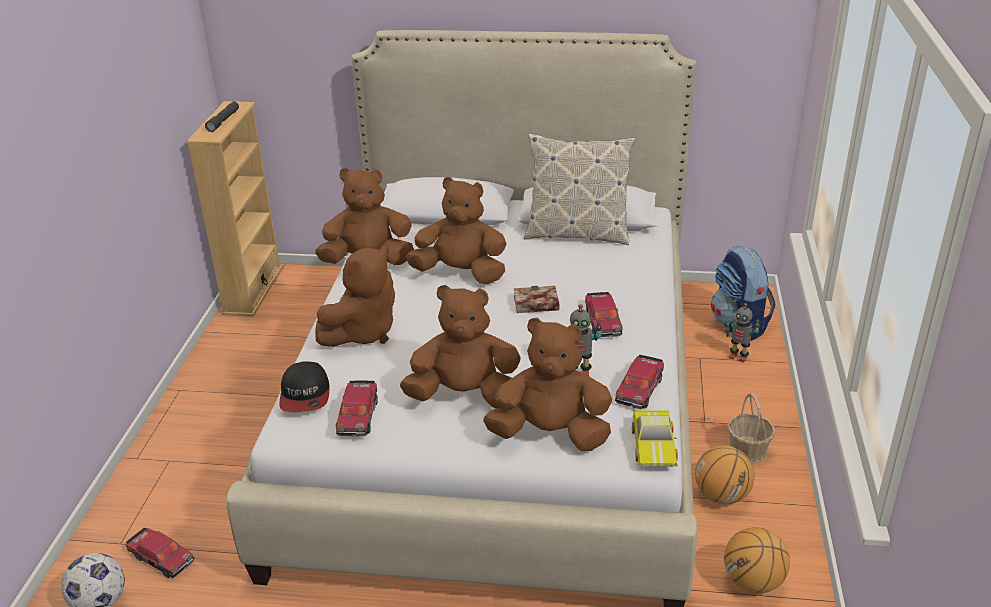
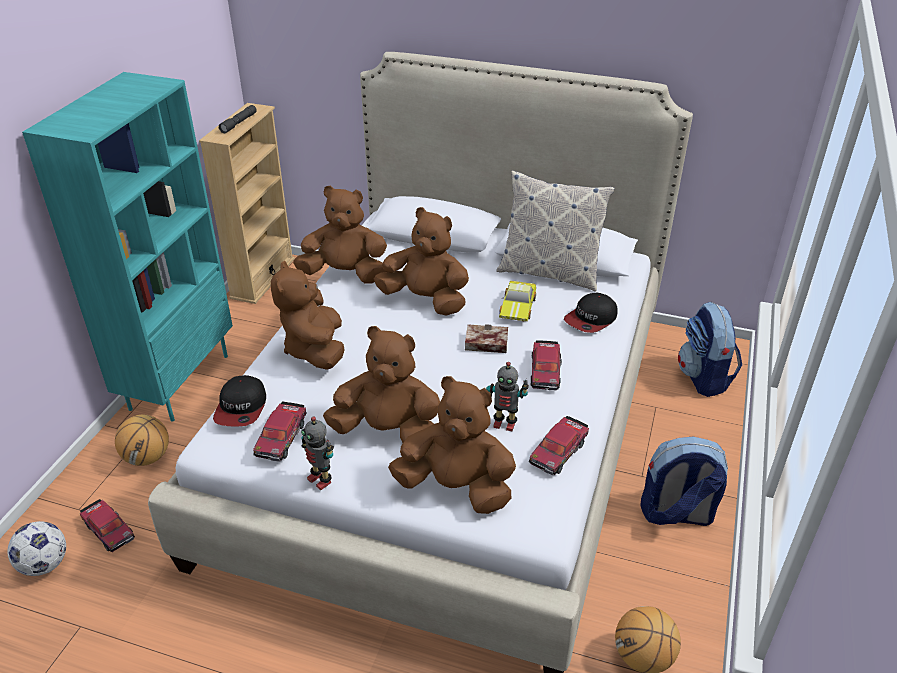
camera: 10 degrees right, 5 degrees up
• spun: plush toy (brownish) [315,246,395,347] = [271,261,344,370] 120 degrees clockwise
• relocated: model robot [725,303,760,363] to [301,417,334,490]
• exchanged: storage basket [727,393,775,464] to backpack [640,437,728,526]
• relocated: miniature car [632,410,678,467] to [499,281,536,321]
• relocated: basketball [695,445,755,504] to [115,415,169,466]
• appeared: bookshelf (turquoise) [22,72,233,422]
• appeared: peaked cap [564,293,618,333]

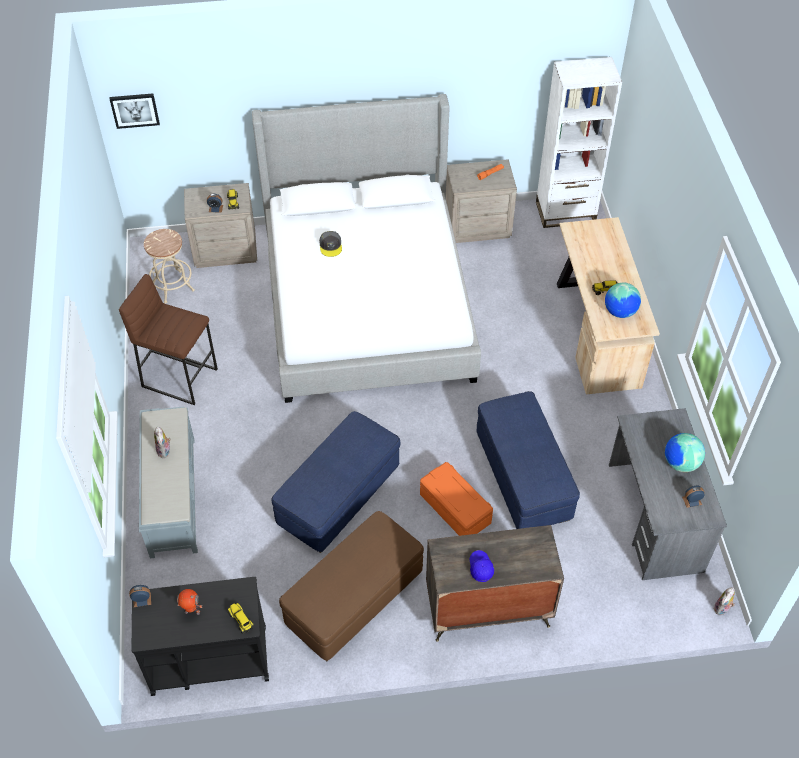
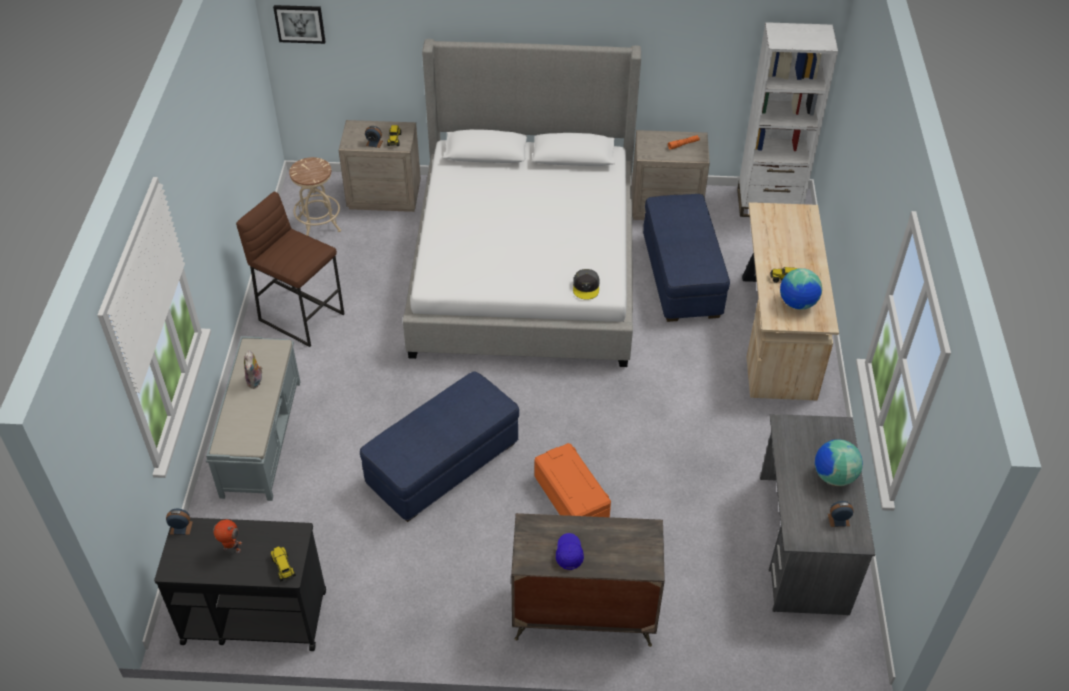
camera: 10 degrees right, 5 degrees down
• relocated: peaked cap (grey) [319,231,342,257] to [573,269,600,300]
• relocated: ottoman (blue-coloured) [477,391,580,529] to [643,194,730,322]
• missing: ottoman (brownish) [279,511,424,661]
• missing: plush toy [713,587,735,615]

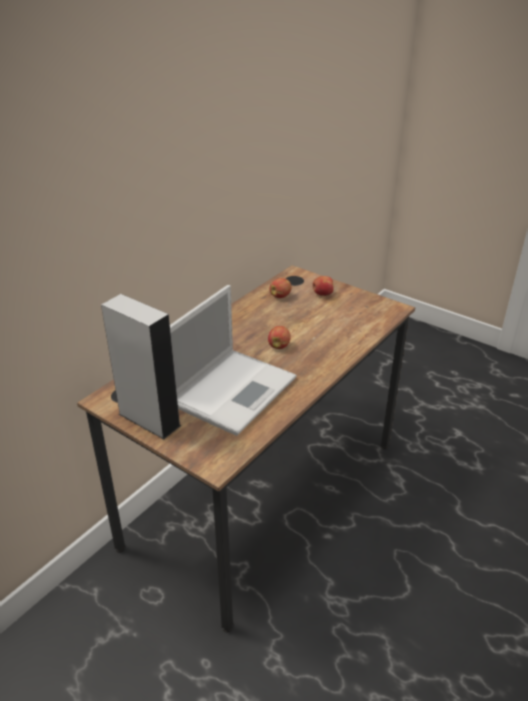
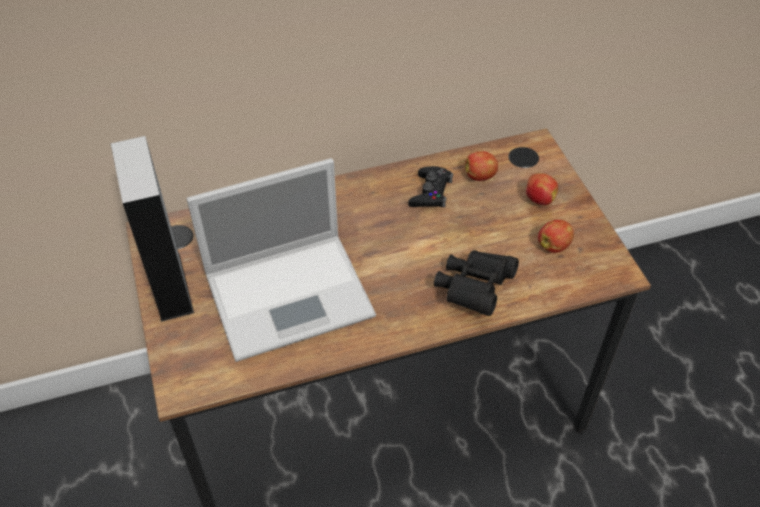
camera: 35 degrees right, 15 degrees up
• relocated: whole apple [268,326,291,349] to [538,220,574,253]
• appeared: game controller (black-coloured) [408,166,453,207]
• appeared: pair of binoculars (black-coloured) [434,250,519,316]

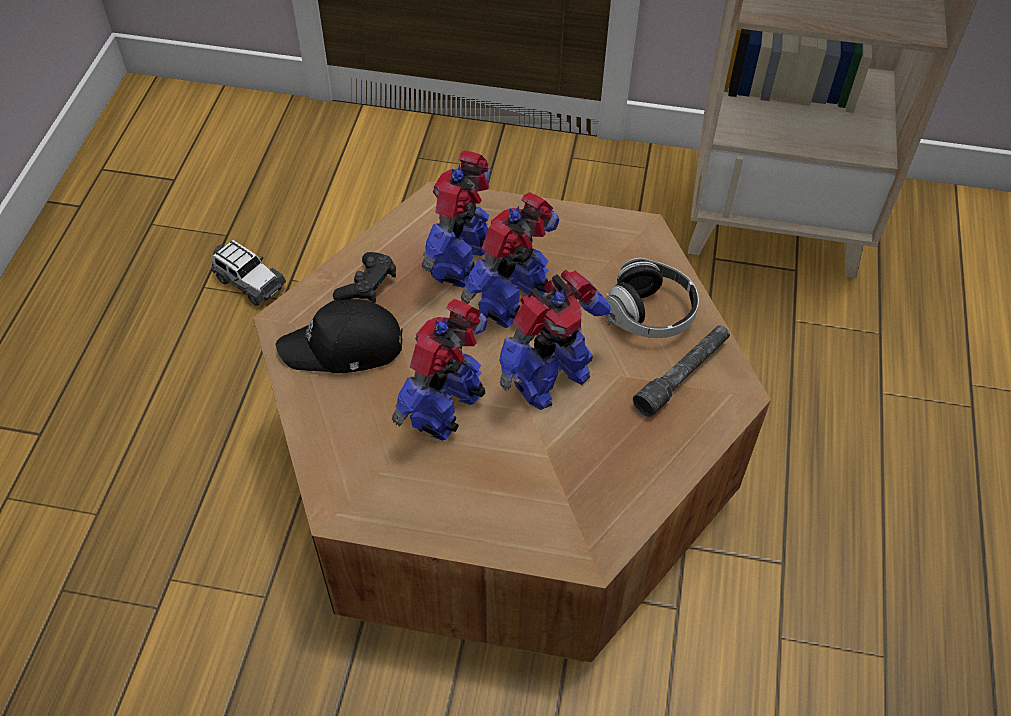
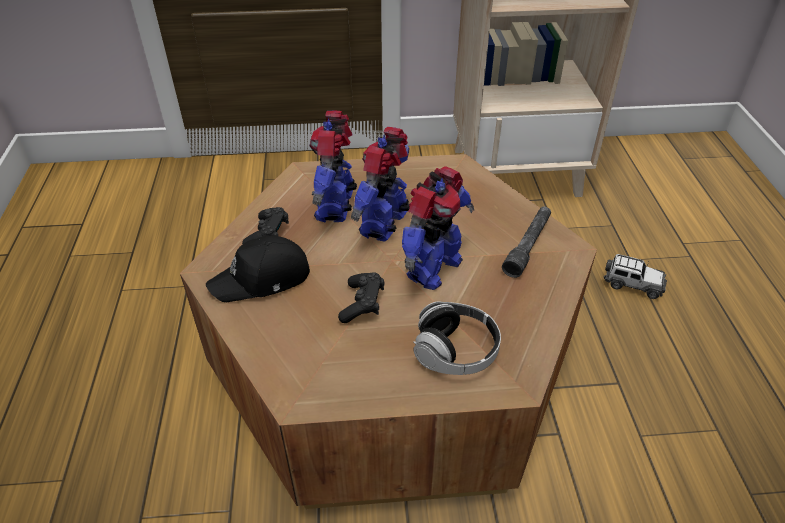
camera: 15 degrees left, 10 degrees down
• relocated: miniature car [211,240,286,306] to [604,254,667,299]
• relocated: pair of headphones [605,258,699,338] to [414,301,501,375]
• exchanged: model robot [392,299,488,441] to game controller (black-coloured) [338,272,384,323]

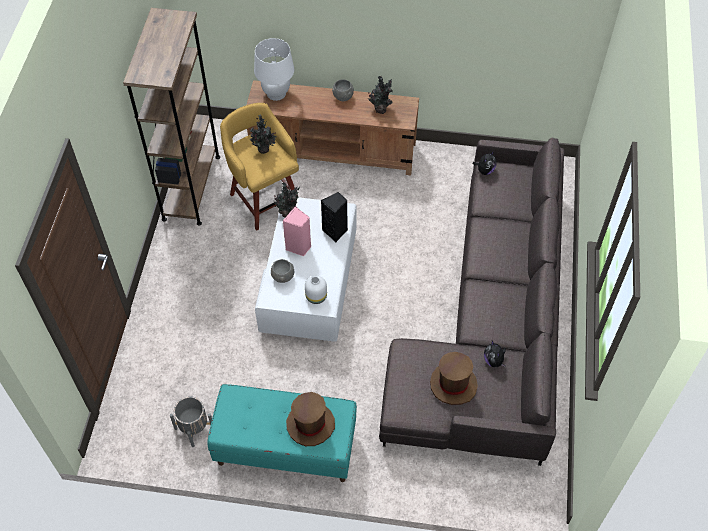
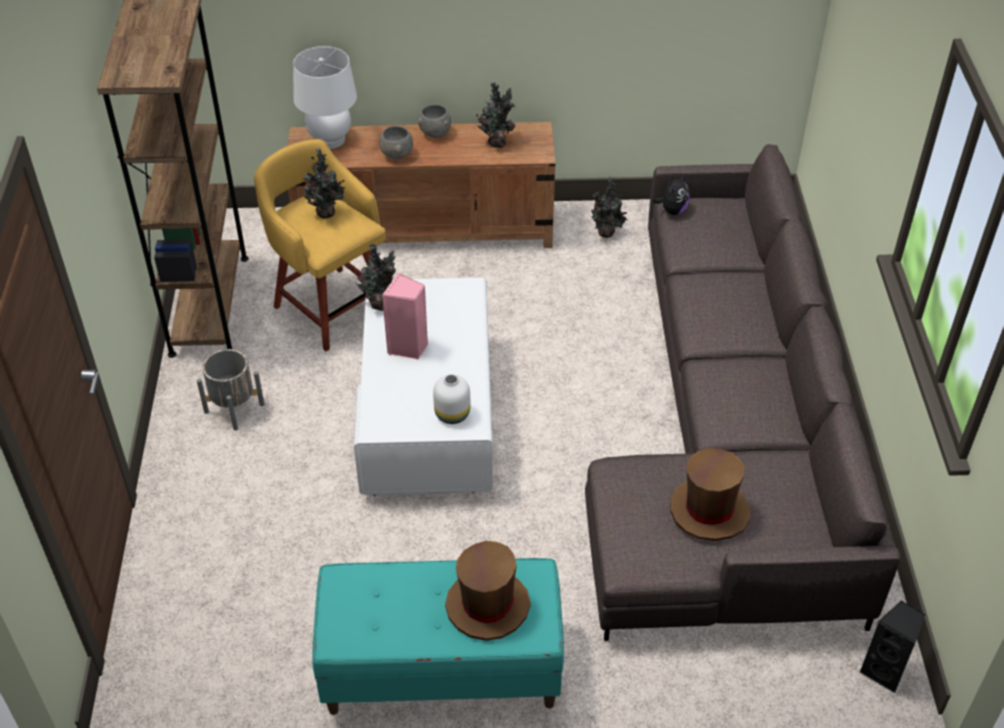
camera: 10 degrees left, 10 degrees down
• relocated: loudspeaker (black-coloured) [321,192,348,242] to [860,601,925,693]
• relocated: bowl (grey) [271,259,294,283] to [379,126,413,159]
• missing: plush toy [484,341,506,367]
• relocated: flower pot (grey) [170,396,212,447] to [197,349,265,431]
• appeared: plant in a pot [591,176,627,238]

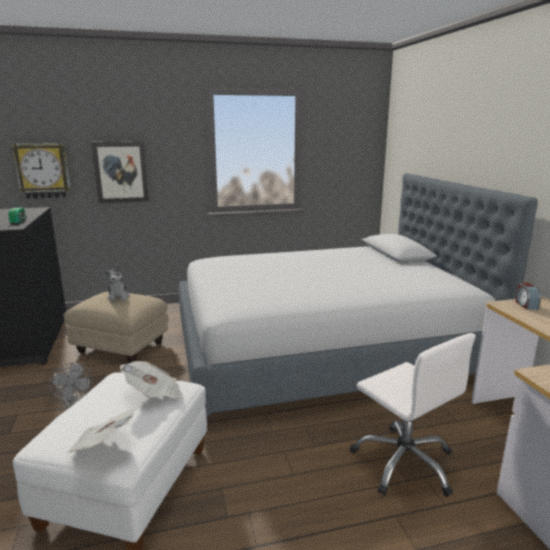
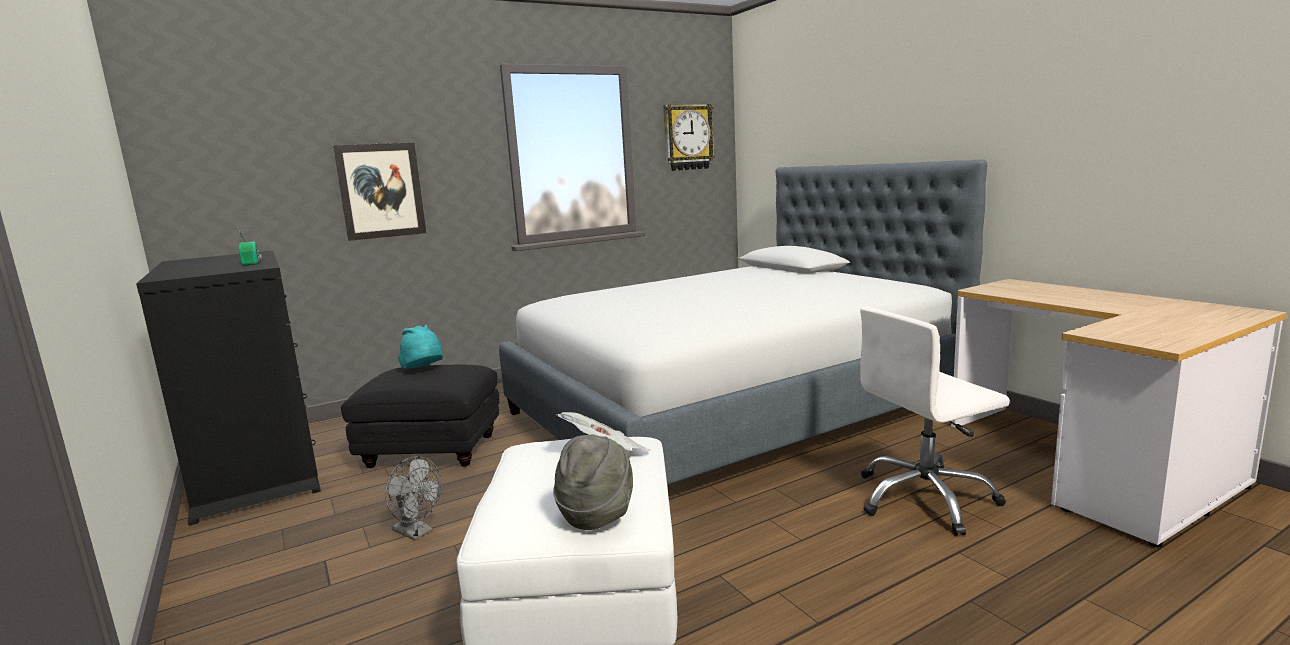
camera: 15 degrees left, 5 degrees down
• relocated: hanging clock [12,143,71,199] to [663,104,715,171]
• exchanged: plush toy [103,265,130,302] to hat (turquoise) [398,325,443,368]
• missing: bedside clock [515,283,541,310]
• colour: ottoman (beige) [64,291,168,363] to ottoman (black-coloured) [341,365,499,468]
• spun: desk chair (whitish) [350,333,476,497] = [860,307,1010,536] 120 degrees clockwise
• exchanged: printed paper [66,408,137,453] to hat (grey) [553,435,633,530]

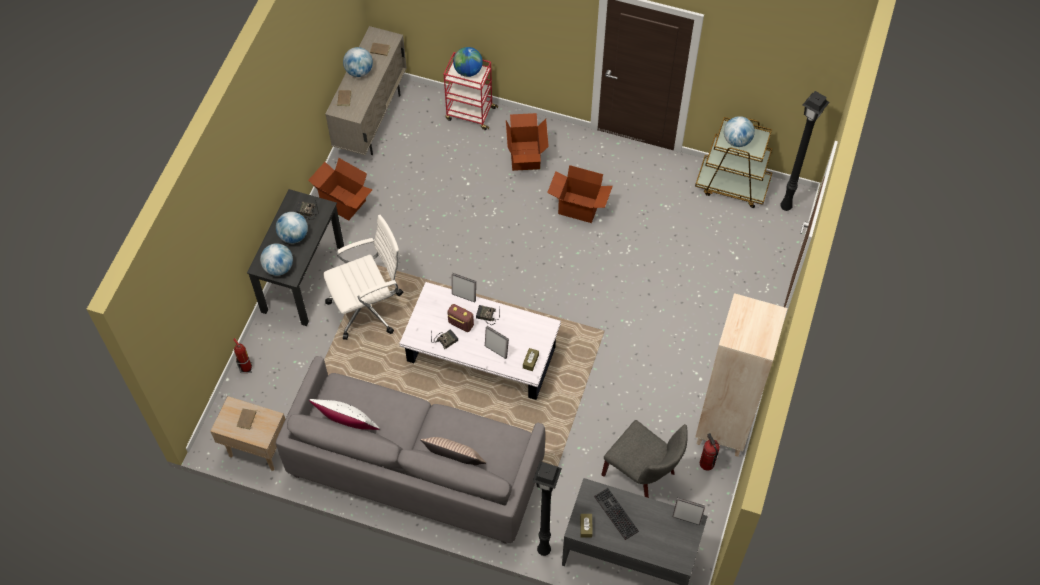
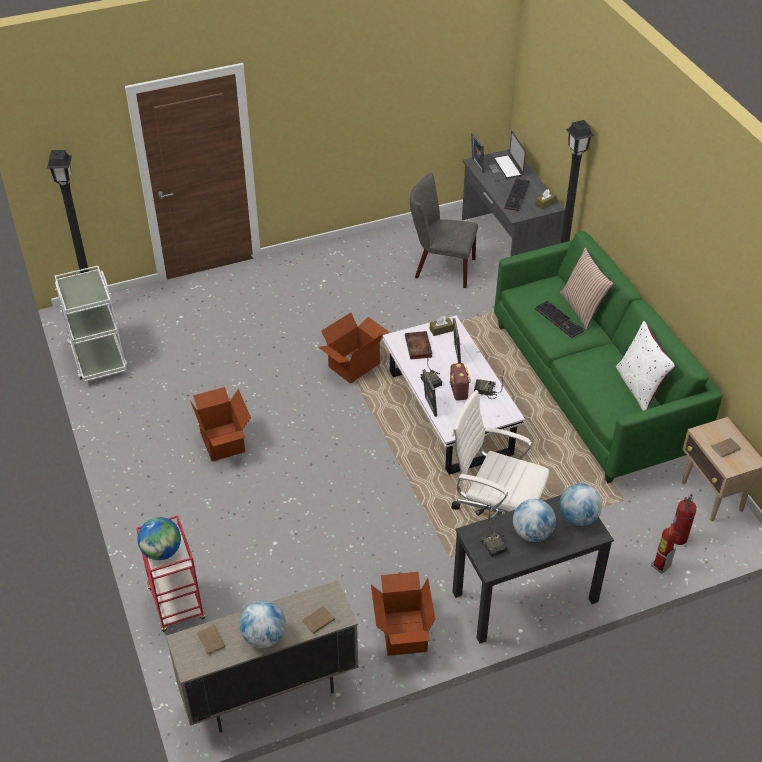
camera: 130 degrees left, 15 degrees down
• relocated: carton [506,113,549,171] to [318,312,389,384]
• missing: desk globe [724,116,755,147]
• colour: wheeled cart (brownish) [695,117,772,208] to wheeled cart (whitish) [55,266,127,382]
• missing: bookshelf (beige) [695,293,787,456]
• colour: settee (grey) [276,356,545,544] to settee (greenish) [494,231,722,483]
• spun: plain chair (grey) [601,420,688,498] = [410,172,478,288] 75 degrees counterclockwise
• relocated: fire extinguisher [700,433,720,471] to [673,494,697,545]
• appeared: portable computer [484,131,526,181]
• appeared: keyboard [535,300,584,338]
• appeared: bound book [405,331,432,359]

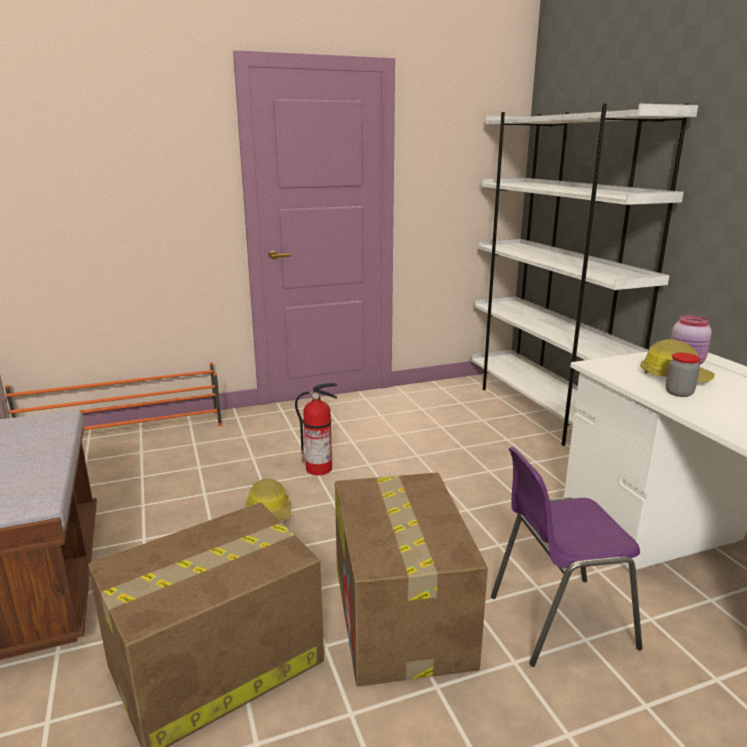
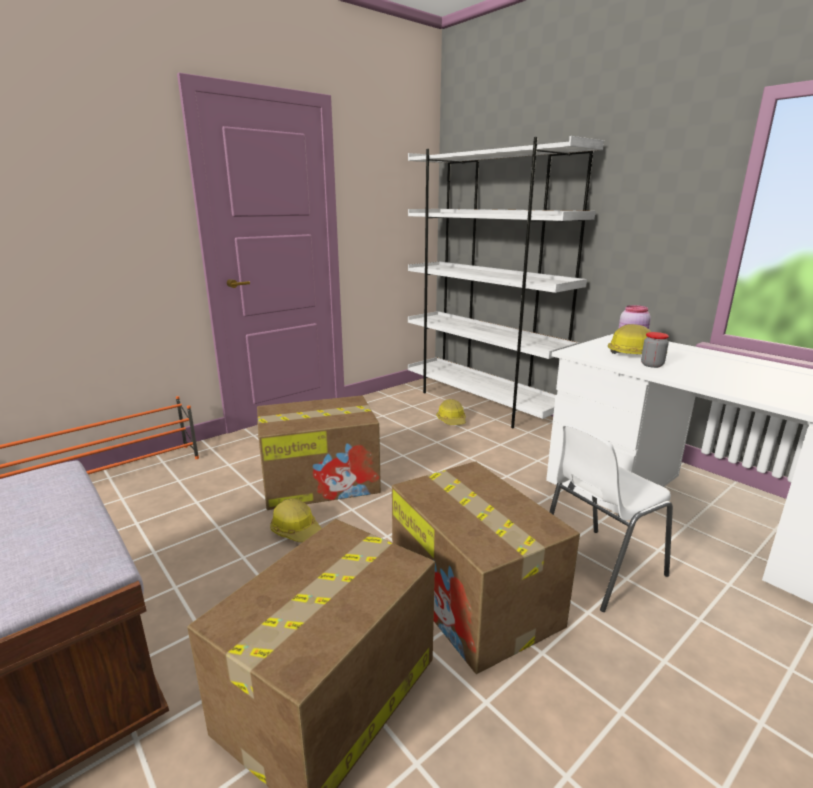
camera: 20 degrees left, 0 degrees up
• exchanged: fire extinguisher [295,383,337,475] to carton [257,396,381,510]
• colour: plain chair (purplish) [491,446,642,667] to plain chair (whitish) [549,424,673,612]
• appeared: work helmet [436,399,466,425]

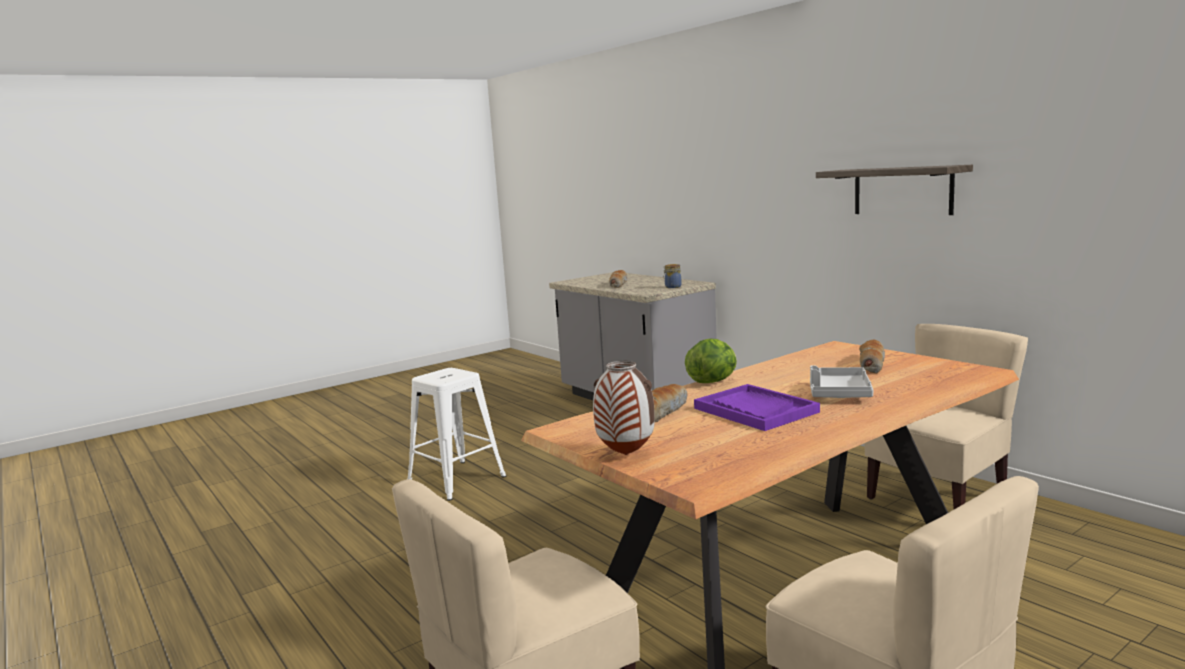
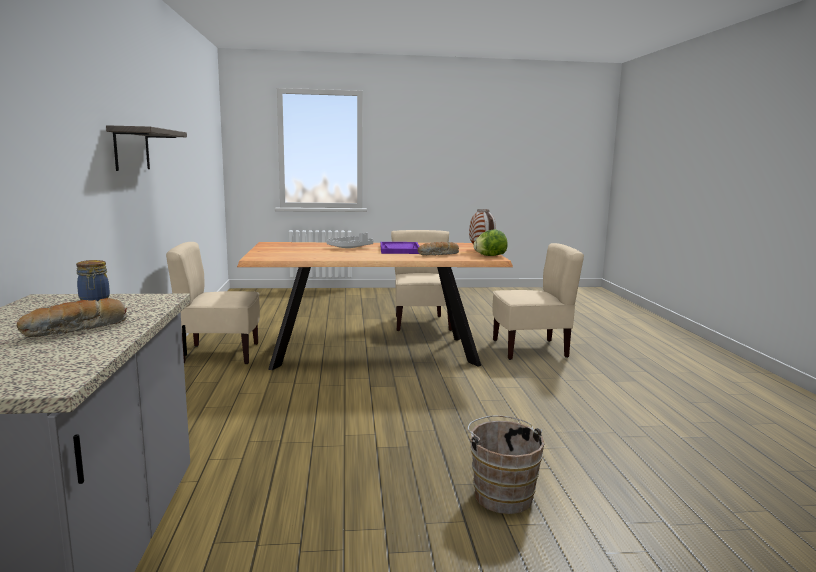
camera: 150 degrees left, 0 degrees up
• relocated: head of lettuce [685,339,737,383] to [473,230,508,256]
• missing: baked bread [859,339,885,373]
• exchanged: stool (whitish) [407,368,506,501] to water bucket (brownish) [468,415,544,514]

